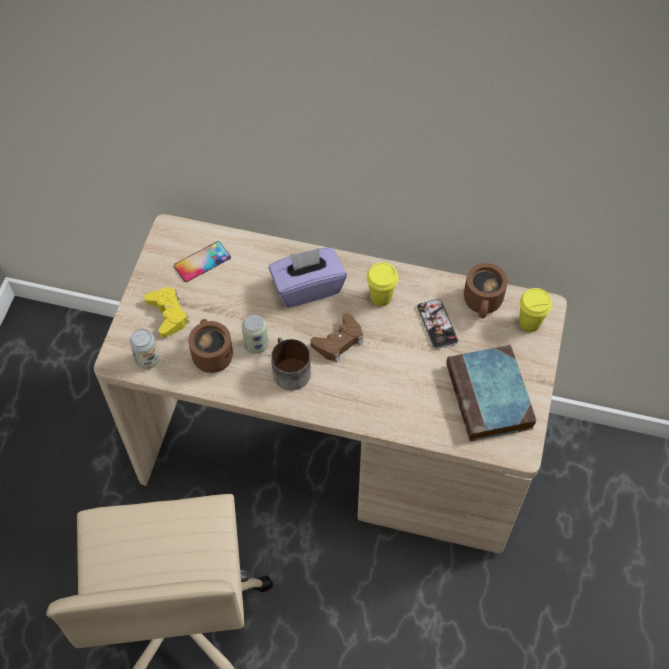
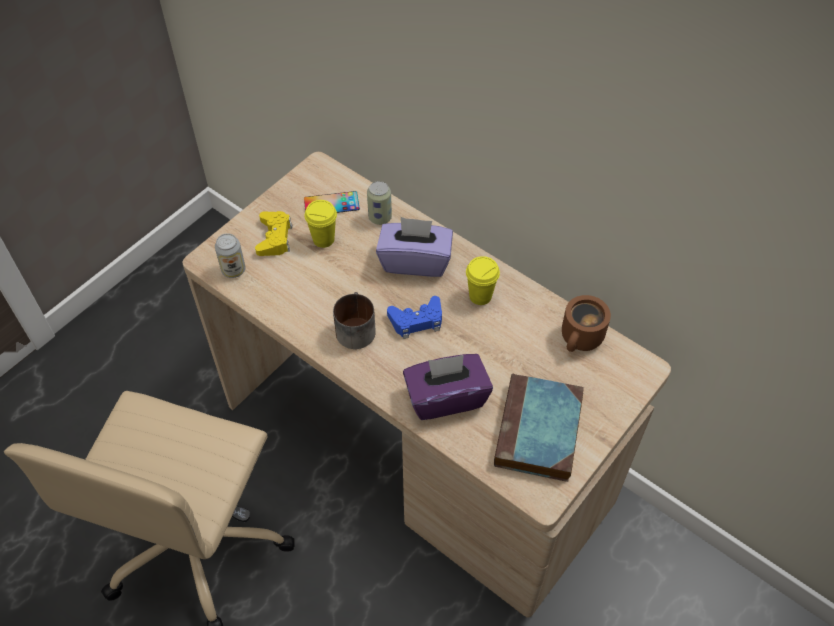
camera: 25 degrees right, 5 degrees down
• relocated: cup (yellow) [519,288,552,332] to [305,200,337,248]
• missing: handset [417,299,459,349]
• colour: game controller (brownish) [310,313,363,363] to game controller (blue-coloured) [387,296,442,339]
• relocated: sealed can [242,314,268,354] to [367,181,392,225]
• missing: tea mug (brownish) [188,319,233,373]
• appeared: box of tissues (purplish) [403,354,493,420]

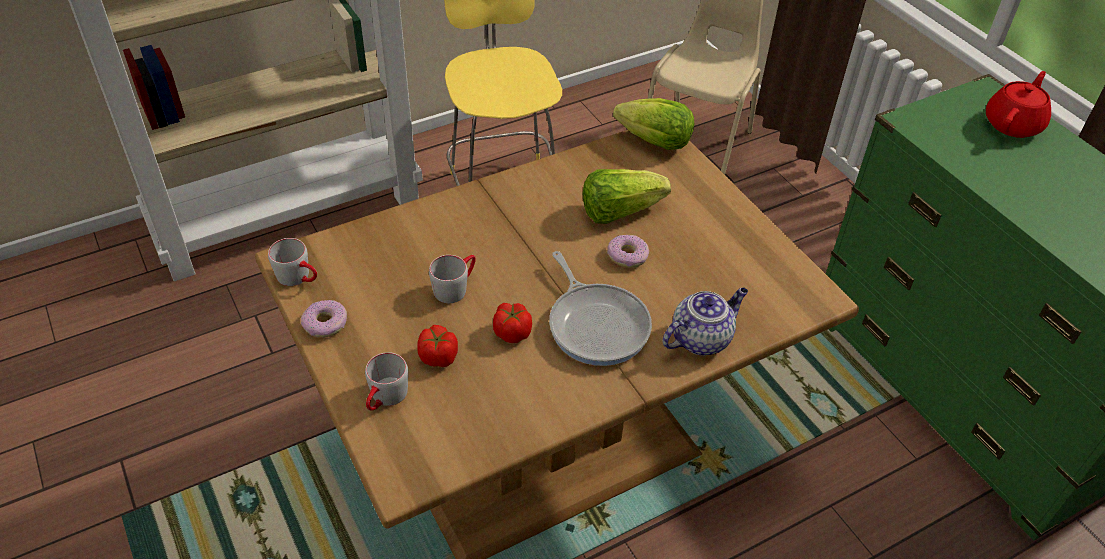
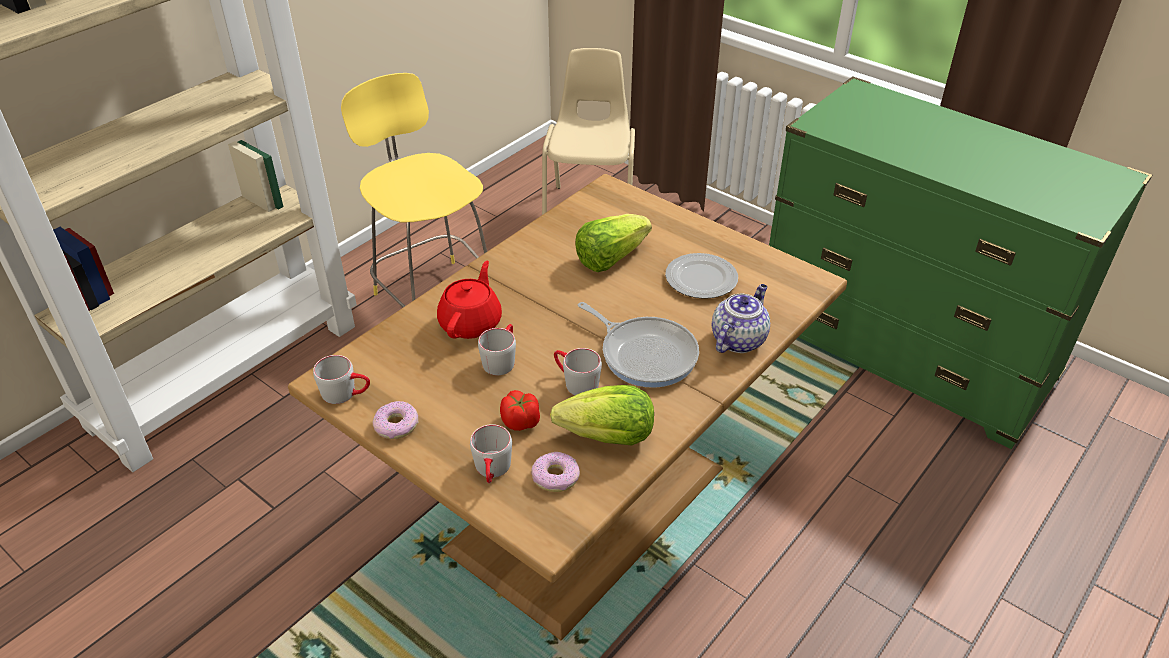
camera: 20 degrees left, 5 degrees down
• relocated: teapot (red) [986,71,1051,138] to [437,261,502,339]
• relocated: head of lettuce [613,98,694,150] to [550,385,654,446]
• relocated: doughnut [607,235,649,268] to [531,452,580,492]
• exchanged: whole tomato [493,303,532,343] to tea mug (grey) [554,348,602,395]
• appeared: dinner plate [665,253,738,299]

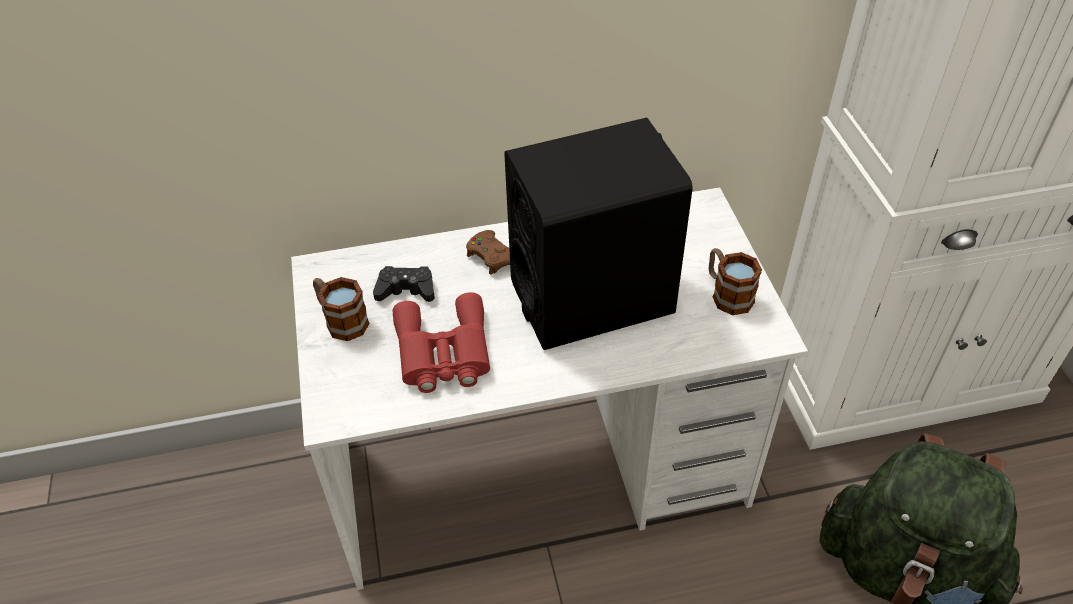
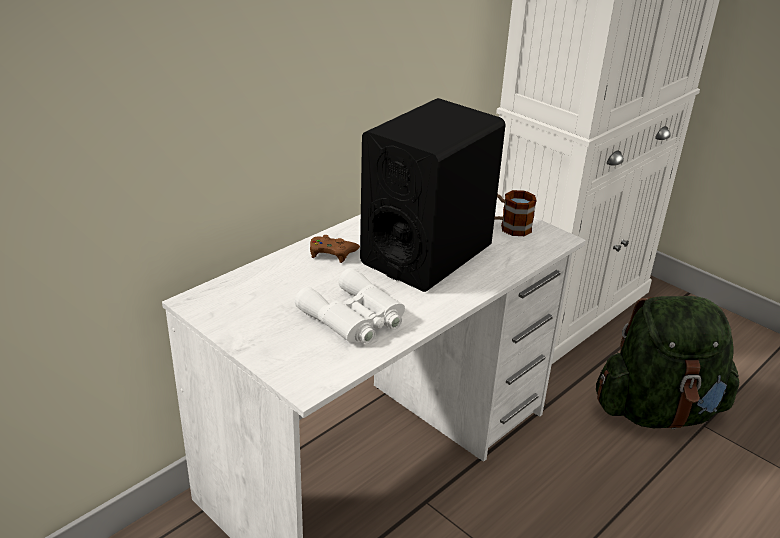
camera: 35 degrees left, 15 degrees down
• missing: game controller (black-coloured) [373,266,435,302]
• missing: tea mug [313,277,370,341]
• colour: pair of binoculars (red) [393,292,490,393] to pair of binoculars (whitish) [295,268,405,344]

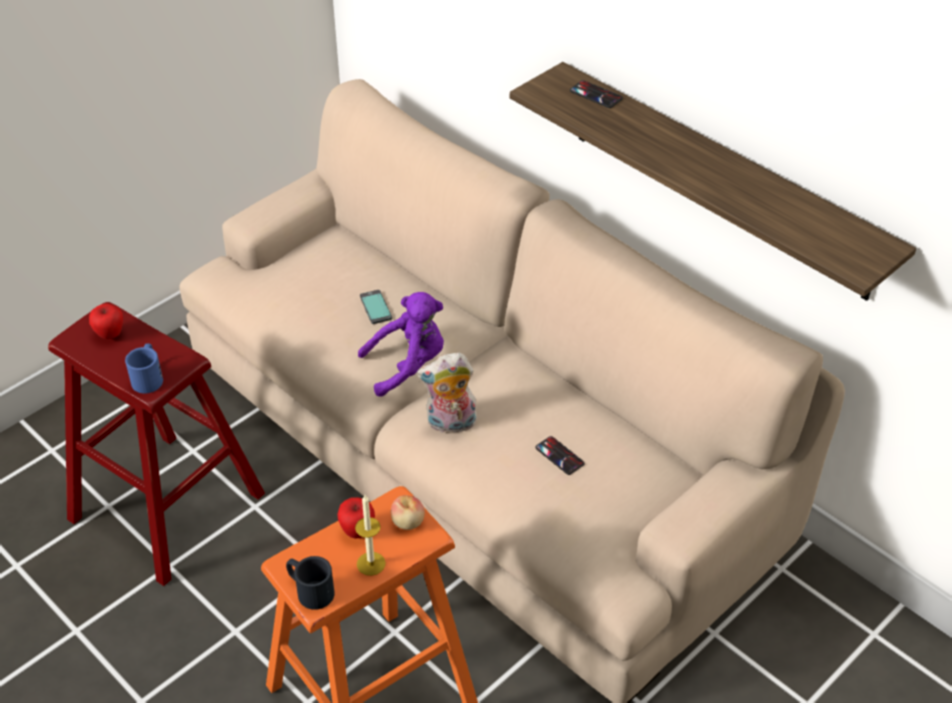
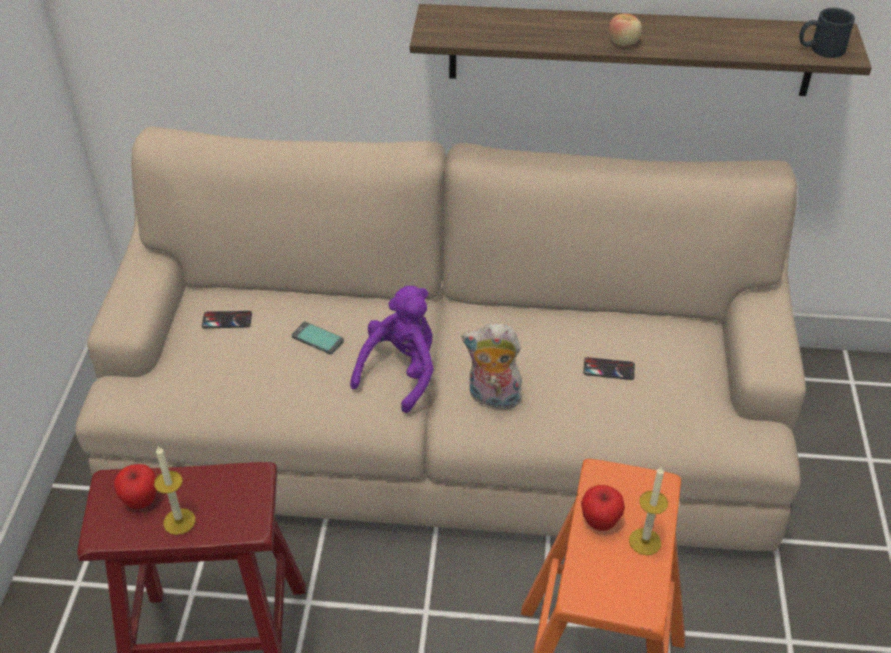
camera: 40 degrees left, 0 degrees up
• relocated: handset [570,80,623,108] to [202,311,252,328]
• missing: tea mug (blue-coloured) [125,343,163,394]
• spun: plush toy [417,353,477,433] = [461,323,522,410] 60 degrees clockwise
• relocated: whole apple [391,495,425,530] to [609,14,642,46]
• relocated: tea mug (black-coloured) [286,556,335,610] to [799,8,855,58]
• appeared: wax light [154,446,195,535]

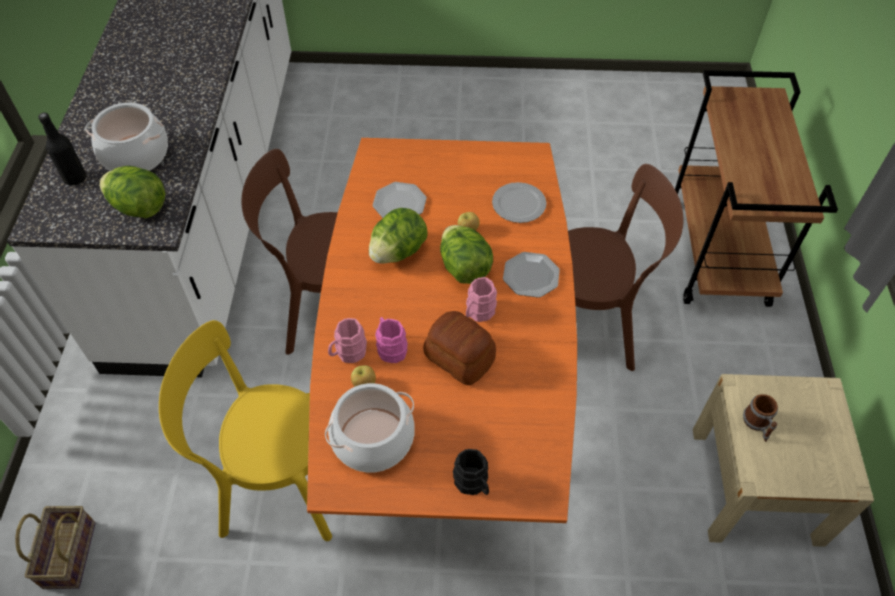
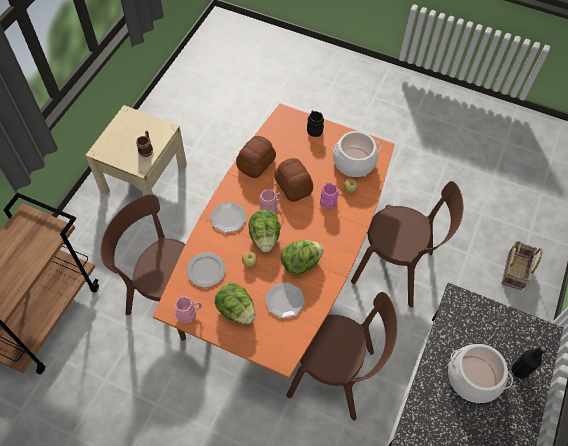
camera: 160 degrees left, 5 degrees up
• relocated: head of lettuce [99,166,165,218] to [215,282,255,324]
• relocated: tea mug (pink-coloured) [328,318,367,363] to [175,296,202,323]
• colour: plain chair (yellow) [159,320,332,541] to plain chair (brownish) [351,181,463,308]
• appeared: baked bread [236,136,276,178]

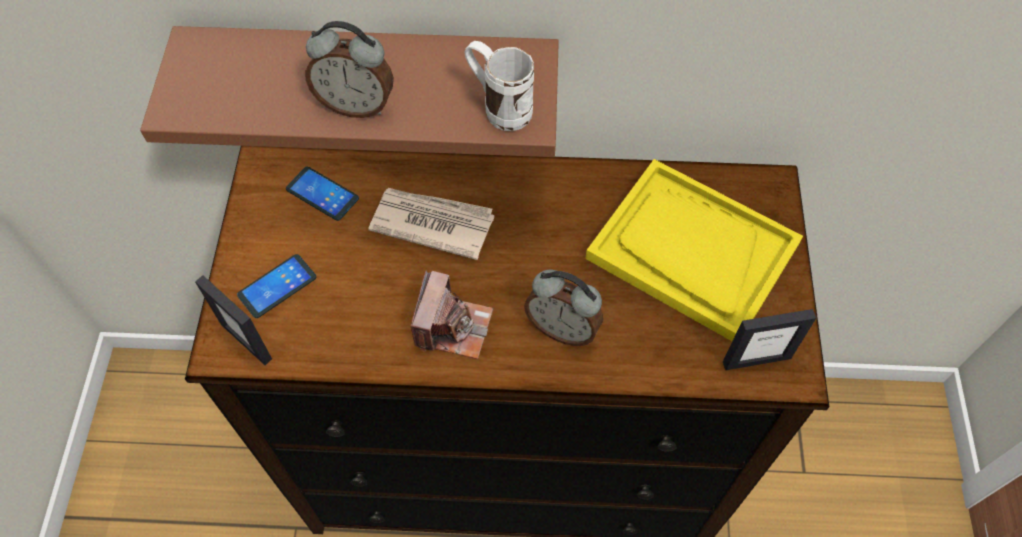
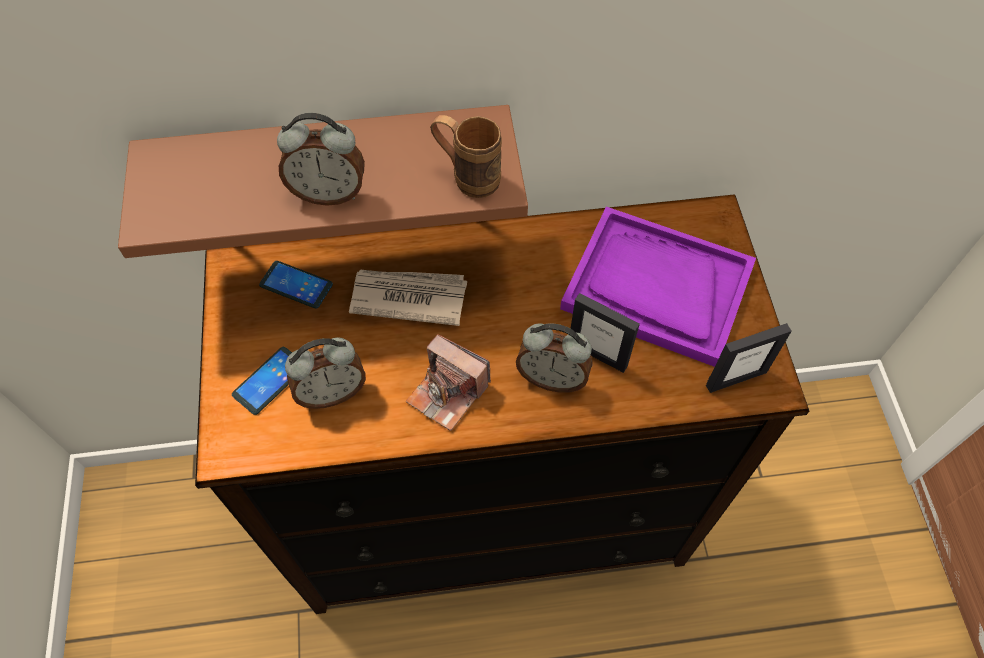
camera: 10 degrees left, 0 degrees up
• colour: tea mug (whitish) [464,41,534,131] to tea mug (brownish) [430,115,502,198]
• colour: tray (yellow) [585,159,803,341] to tray (purplish) [560,207,756,367]
• spun: photo camera [411,271,493,359] = [406,334,491,431] 120 degrees clockwise
• relocated: standing frame [195,275,272,365] to [570,293,640,373]
• appeared: bedside clock [285,337,366,409]

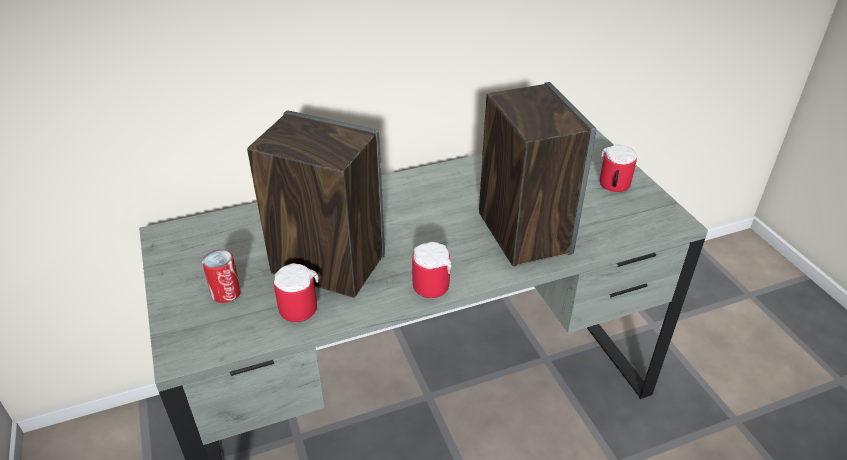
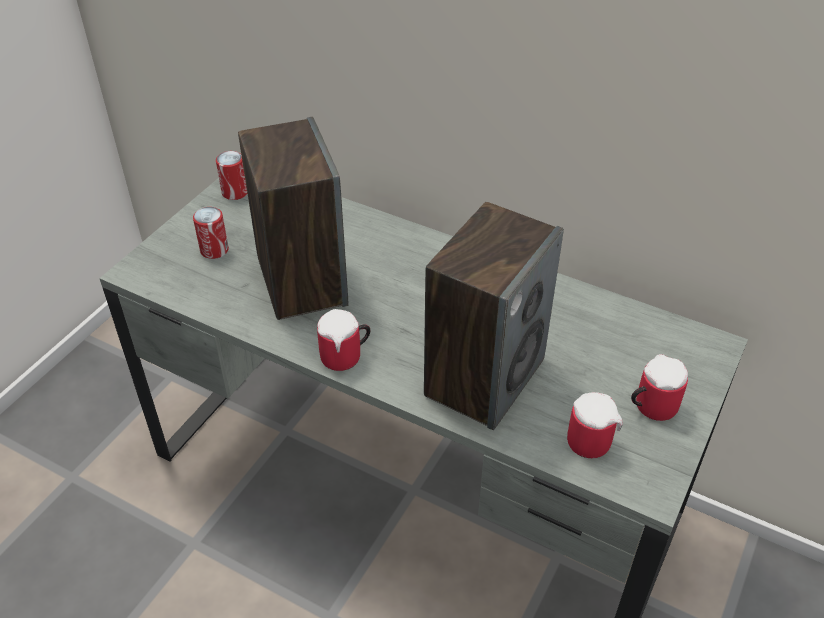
camera: 50 degrees right, 5 degrees up
• relocated: tea mug [274,263,319,322] to [567,392,623,458]
• appeared: sealed can [216,151,247,200]

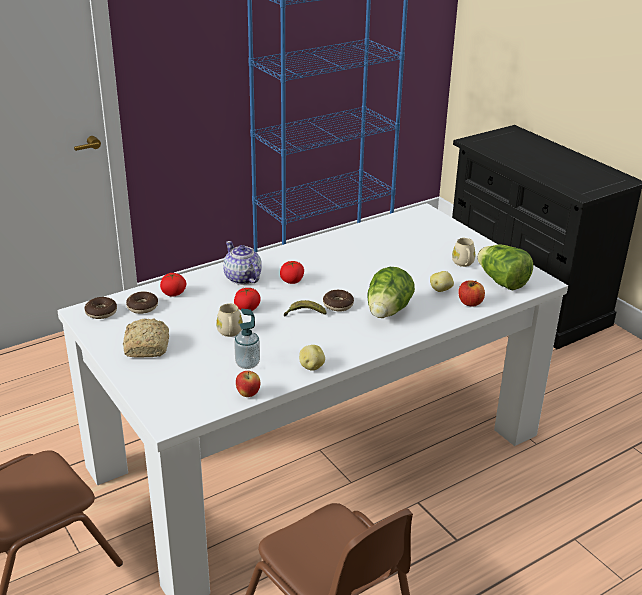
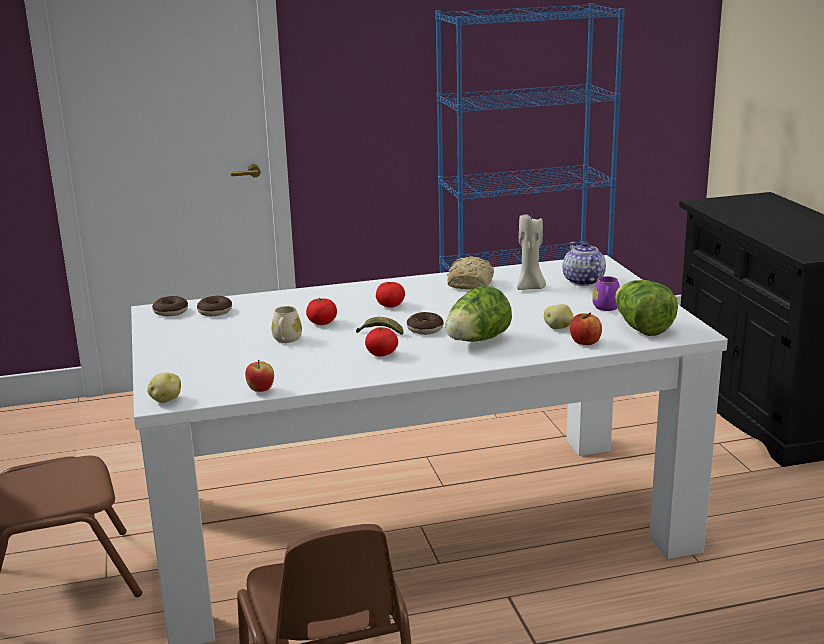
camera: 20 degrees right, 10 degrees down
• colour: tea mug (beige) [452,238,475,267] to tea mug (purplish) [592,276,620,311]
• relocated: teapot [223,241,262,285] to [562,241,606,286]
• relocated: whole tomato [160,273,186,297] to [365,327,398,357]
• missing: soap bottle [234,309,260,369]
• relocated: baked bread [123,319,169,358] to [447,256,494,290]
• relocated: spud [299,345,325,371] to [147,372,181,403]
• appeared: wax light (beige) [517,214,546,290]

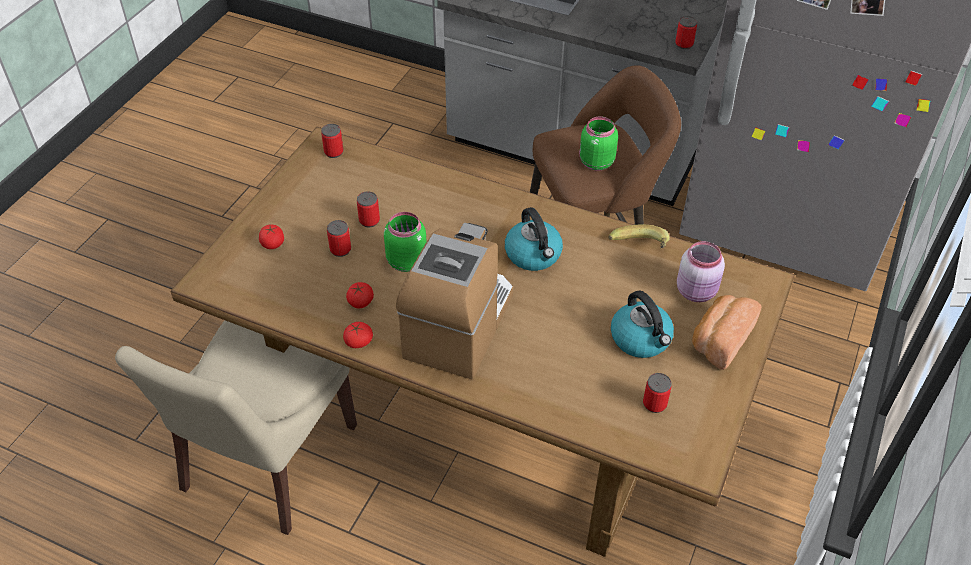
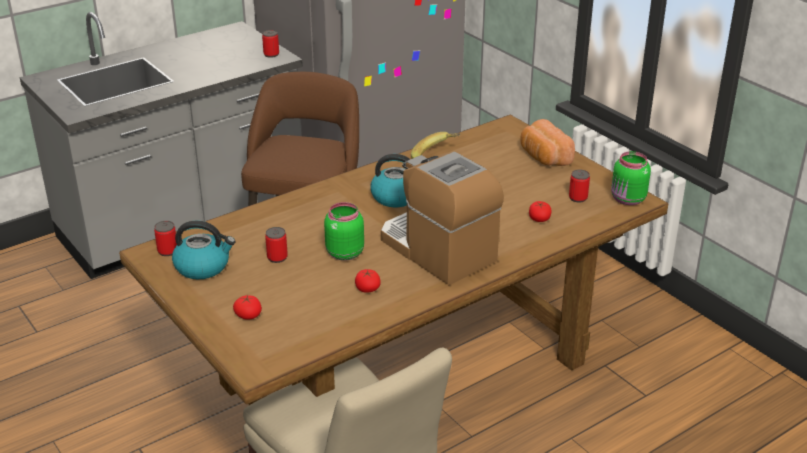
camera: 60 degrees left, 15 degrees down
• relocated: preserve jar (greenish) [580,116,618,171] to [611,151,651,205]
• missing: sealed can [327,220,351,257]
• missing: preserve jar (pink-coloured) [677,241,725,302]
• relocated: tea kettle [611,290,674,358] to [172,221,235,279]
• relocated: whole tomato [343,322,373,348] to [529,201,552,222]

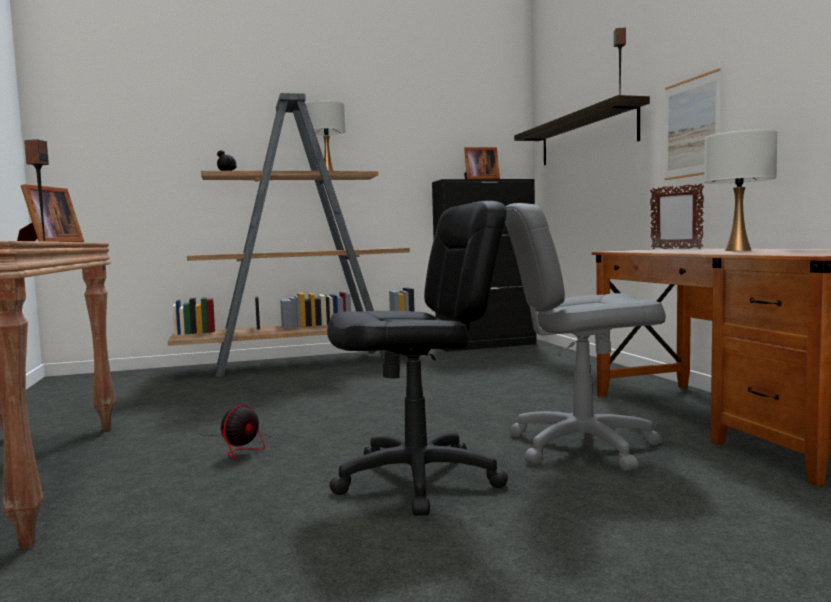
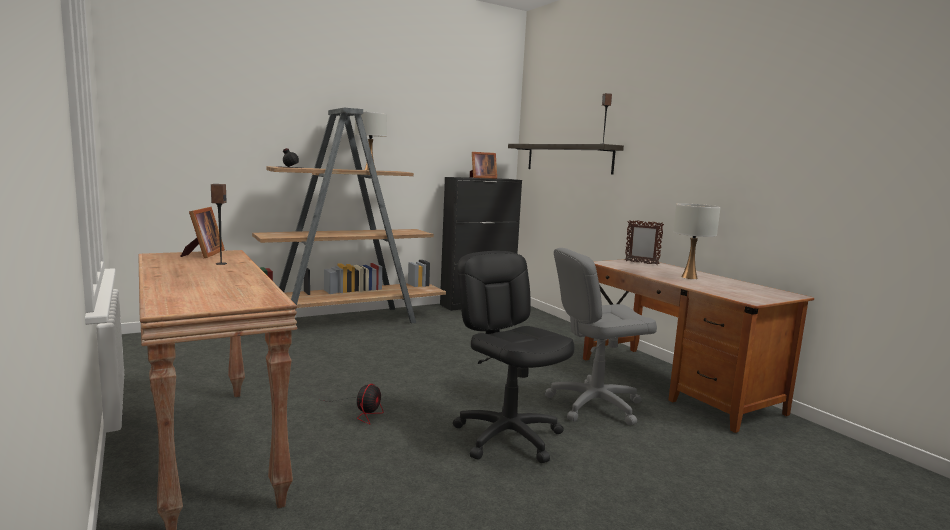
camera: 15 degrees left, 5 degrees up
• missing: picture [665,68,720,180]
• spun: desk chair (black-coloured) [327,201,508,516] = [453,251,575,463] 90 degrees counterclockwise

